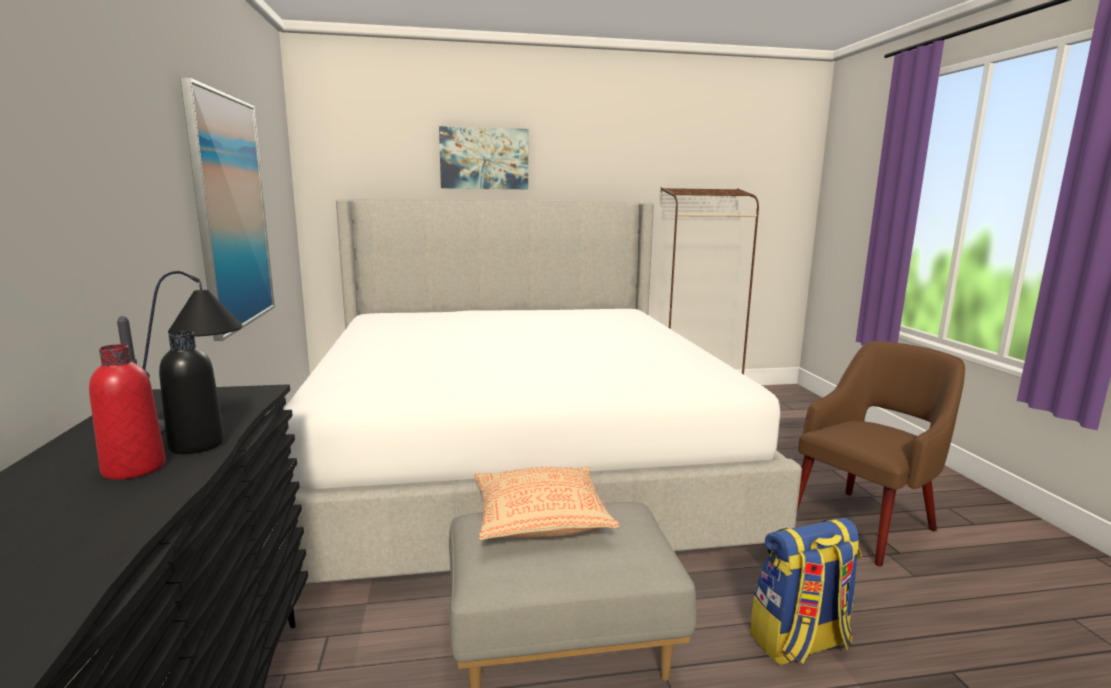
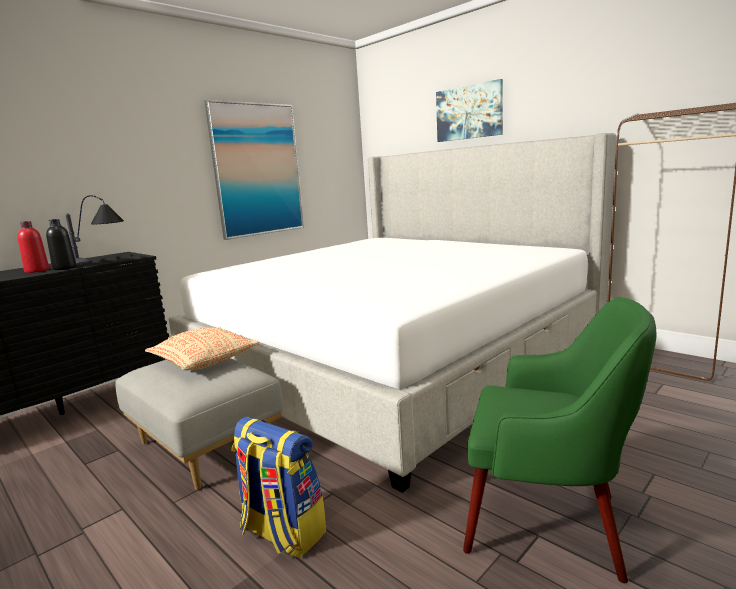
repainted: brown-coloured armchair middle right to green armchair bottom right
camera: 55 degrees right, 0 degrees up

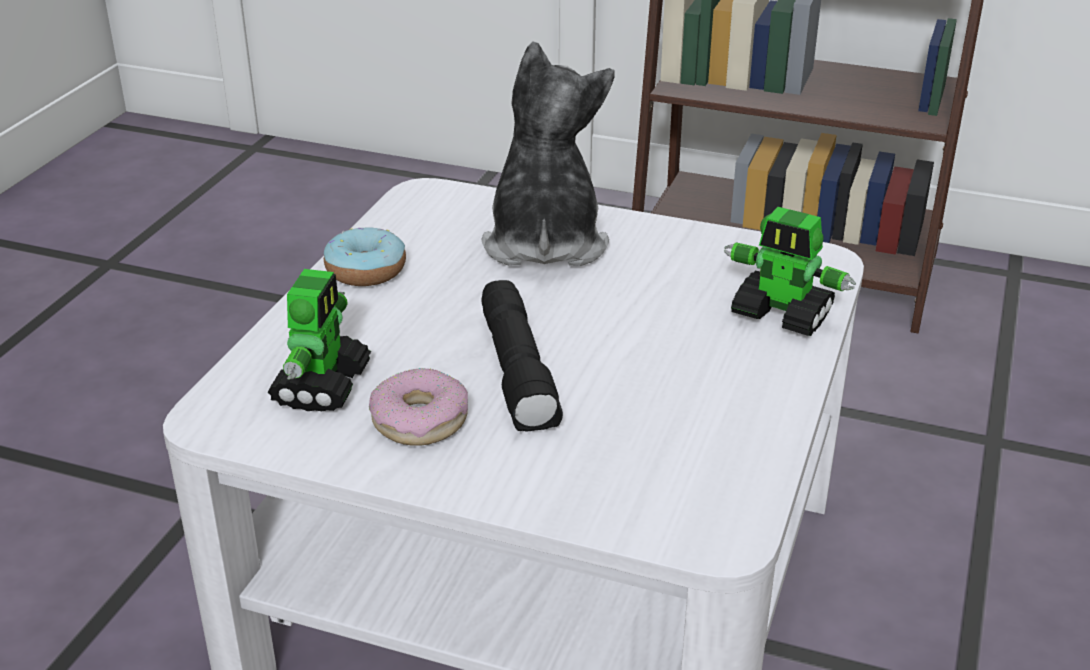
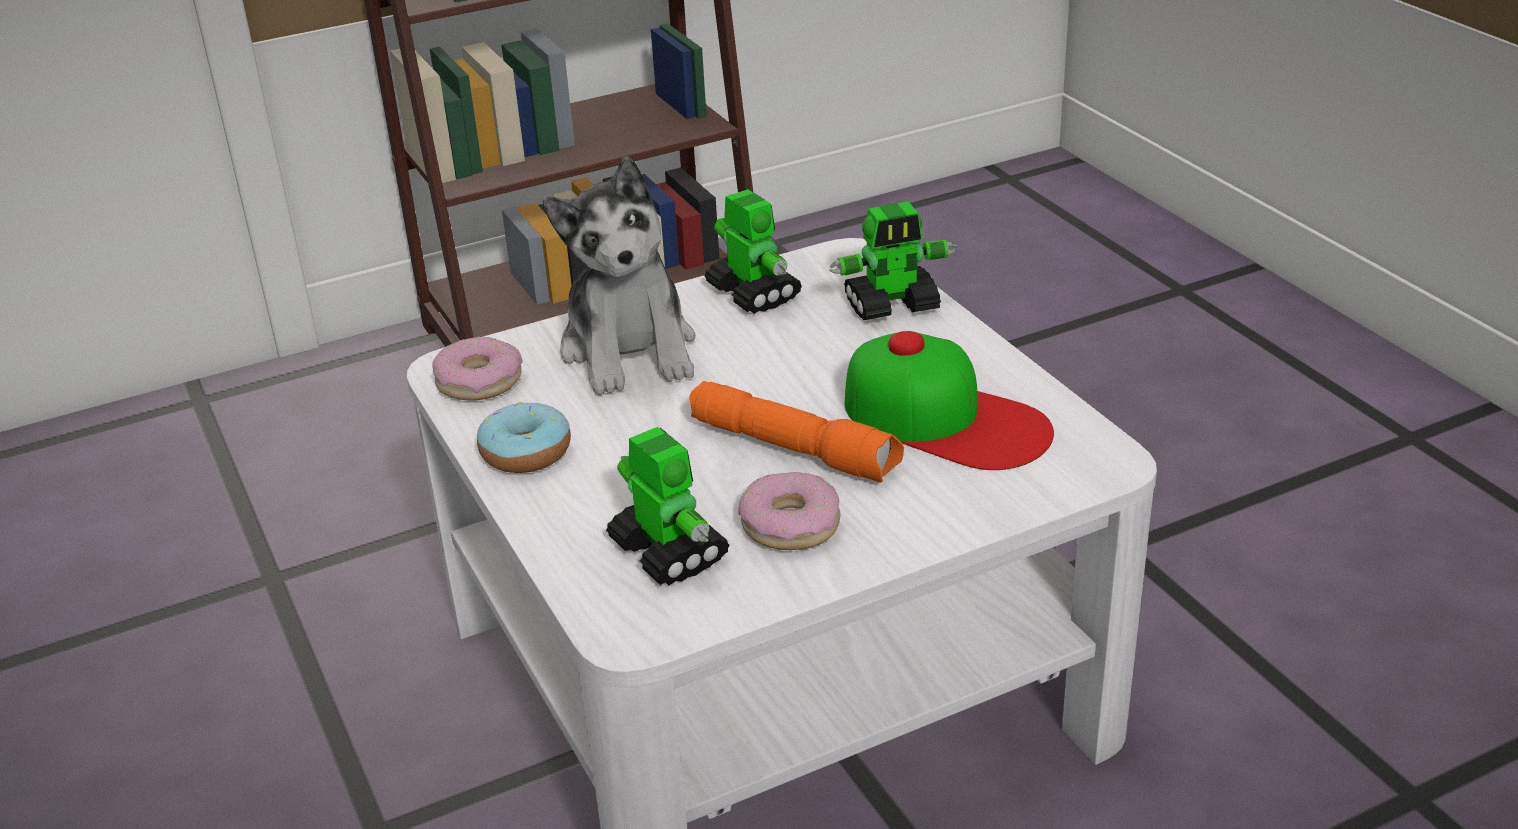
new: ring doughnut (no. 1 from left) middle left; robot figure (no. 2 from left) top centre; peaked cap centre
repainted: black-coloured flashlight centre to orangey flashlight centre
rotated: plush toy top centre = top centre 150 degrees counterclockwise
camera: 45 degrees left, 0 degrees up

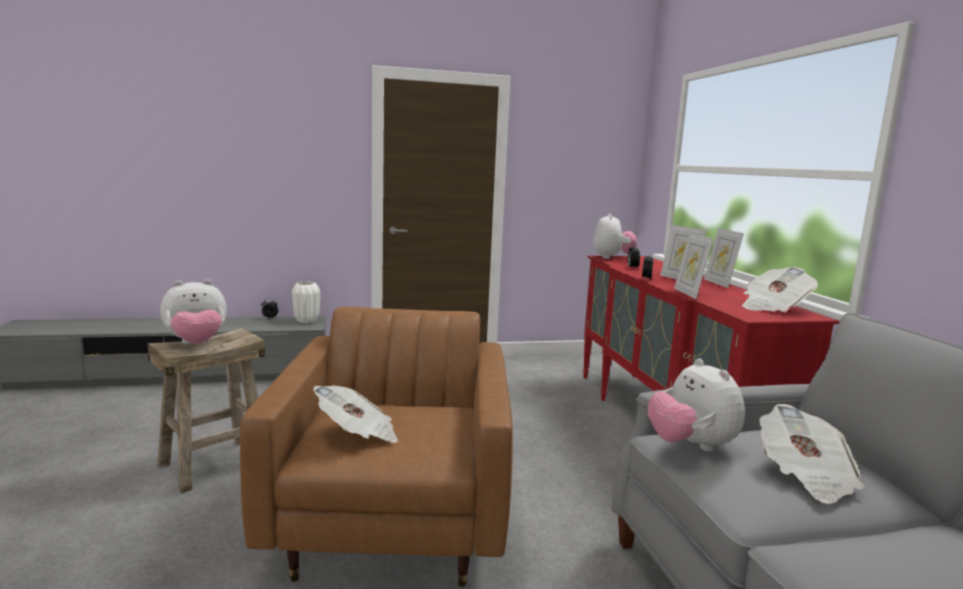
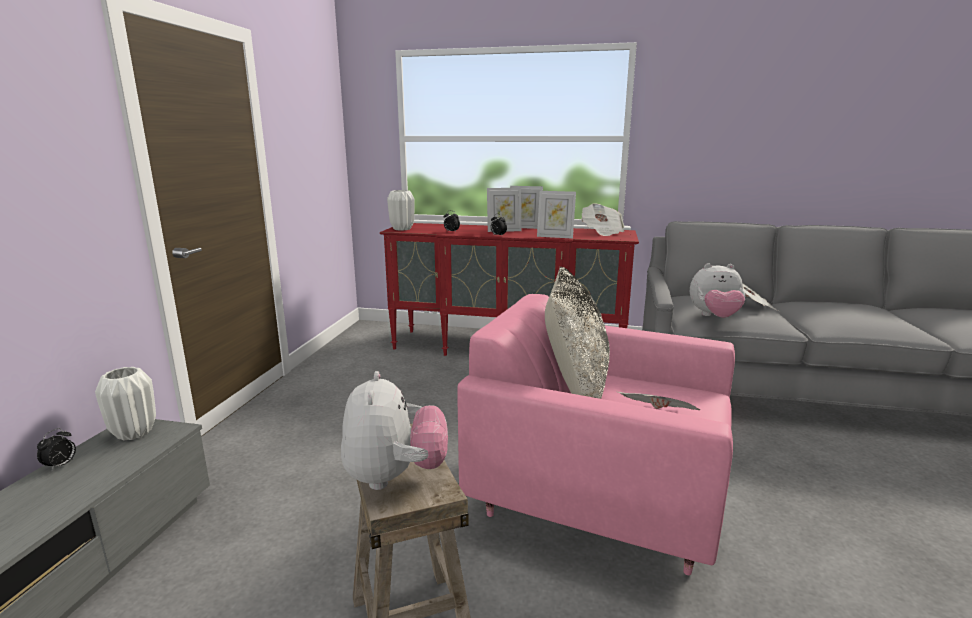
new: sand-coloured cushion centre
swapped: plush toy (no. 2 from left) centre to white flower vase (no. 2 from left) centre
repainted: brown-coloured armchair bottom centre to pink-coloured armchair bottom centre
camera: 65 degrees left, 5 degrees up

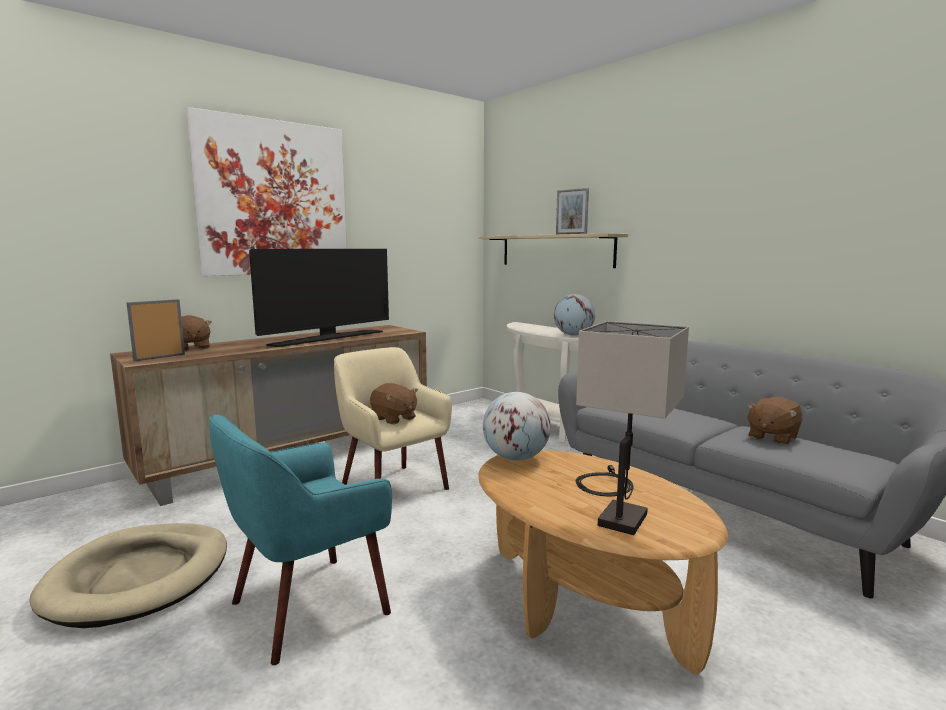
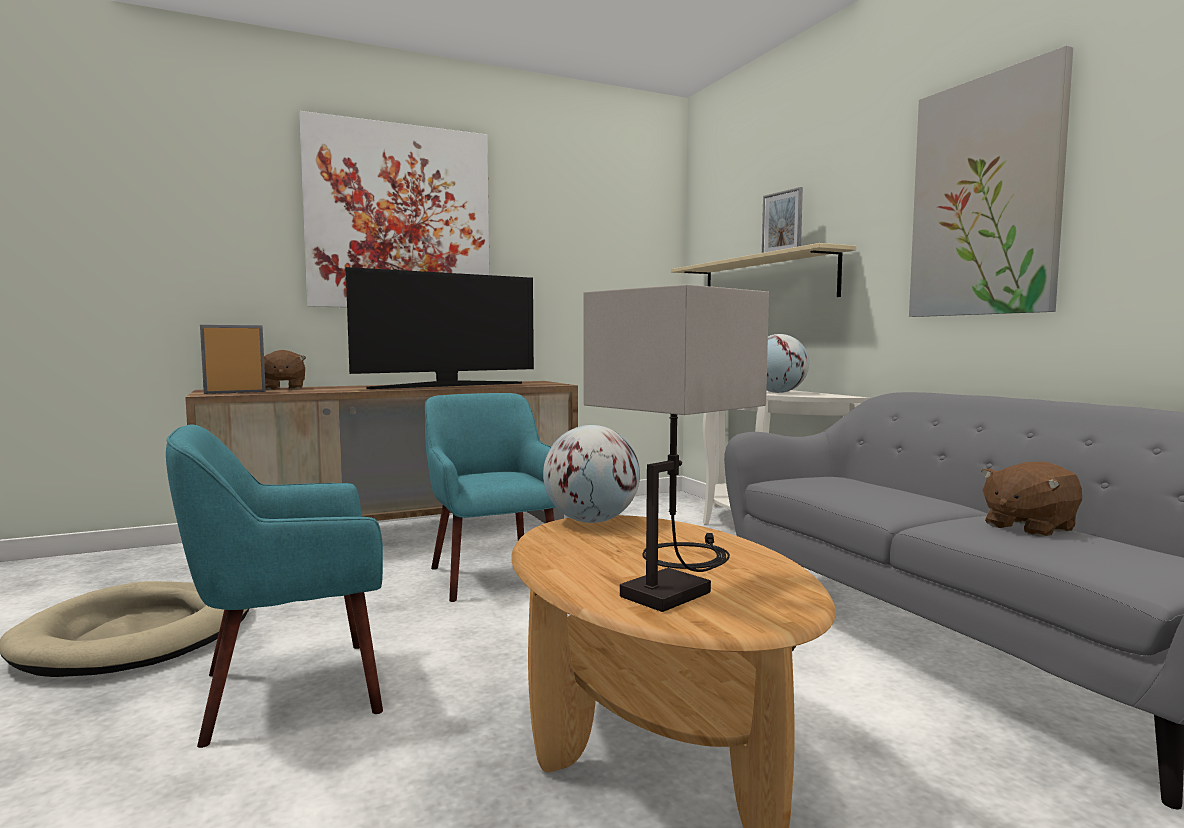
gone: brown-coloured plush toy (no. 2 from left) centre
new: wall picture (no. 2 from left) top right
repainted: sand-coloured armchair centre to turquoise armchair (no. 2 from left) centre
camera: 15 degrees right, 5 degrees down

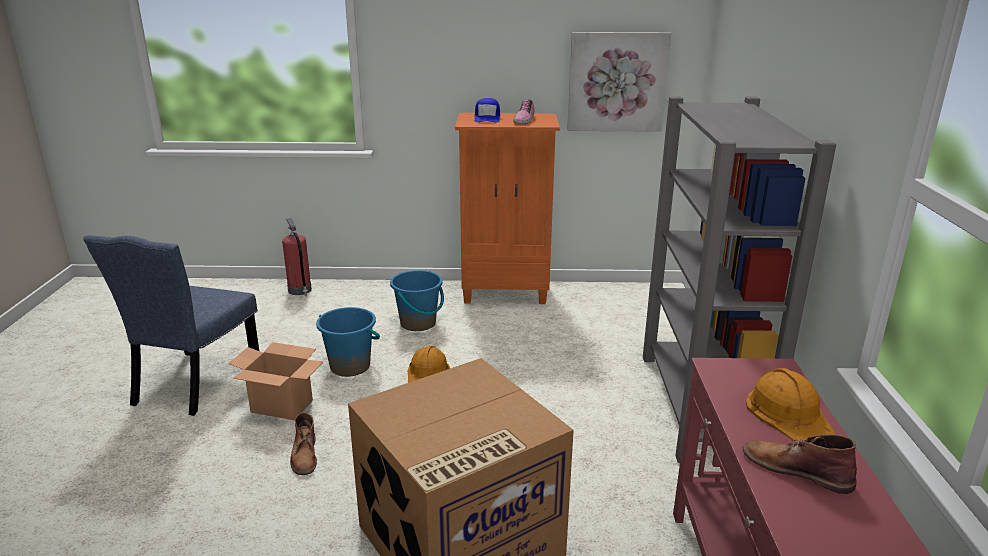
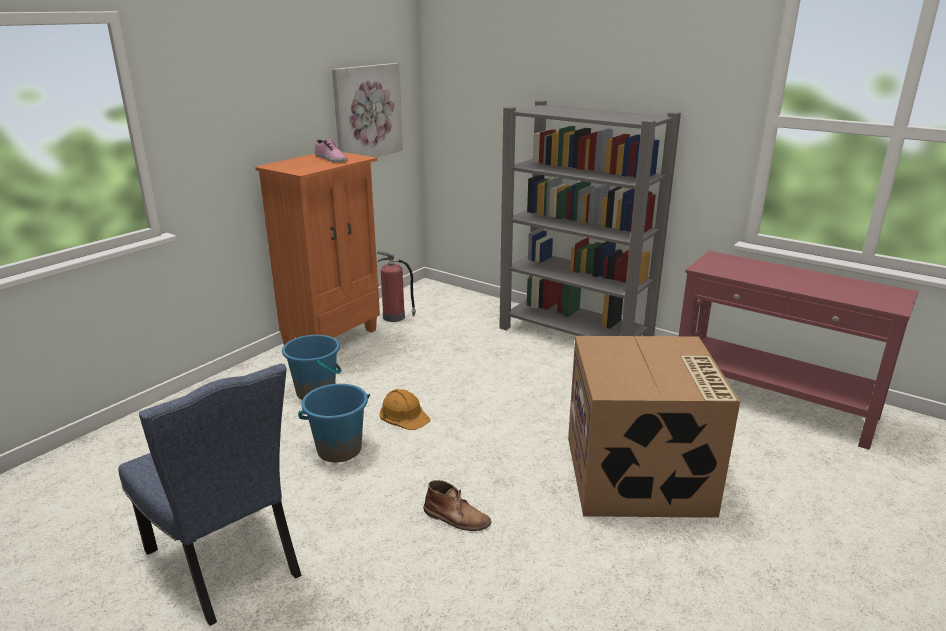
gone: cardboard box (no. 1 from left) bottom left; blue peaked cap top centre; brown-coloured high-top boot (no. 2 from left) bottom right; orangey safety helmet (no. 2 from left) bottom right
shifted: extinguisher middle left to centre
camera: 55 degrees left, 0 degrees up

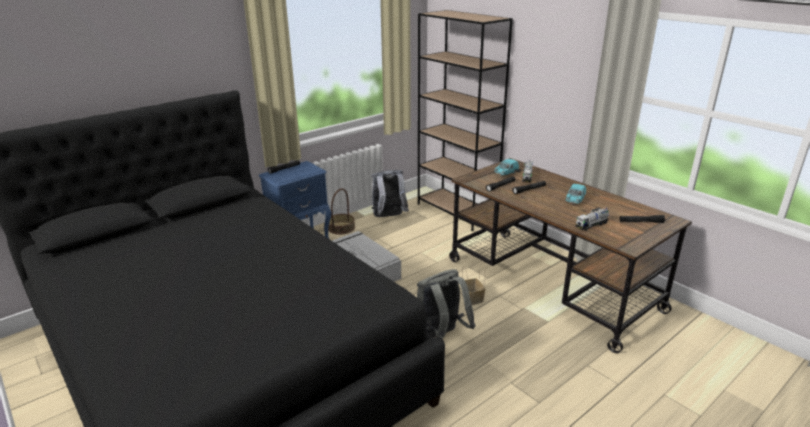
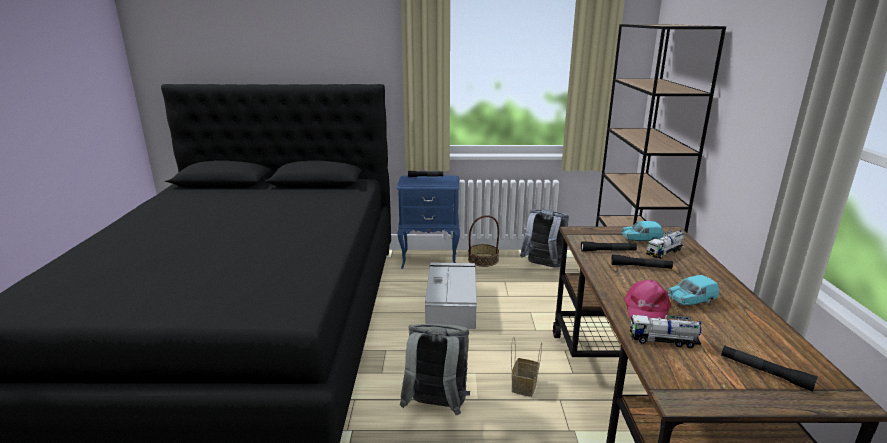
new: pink-coloured peaked cap bottom right
camera: 40 degrees right, 5 degrees down

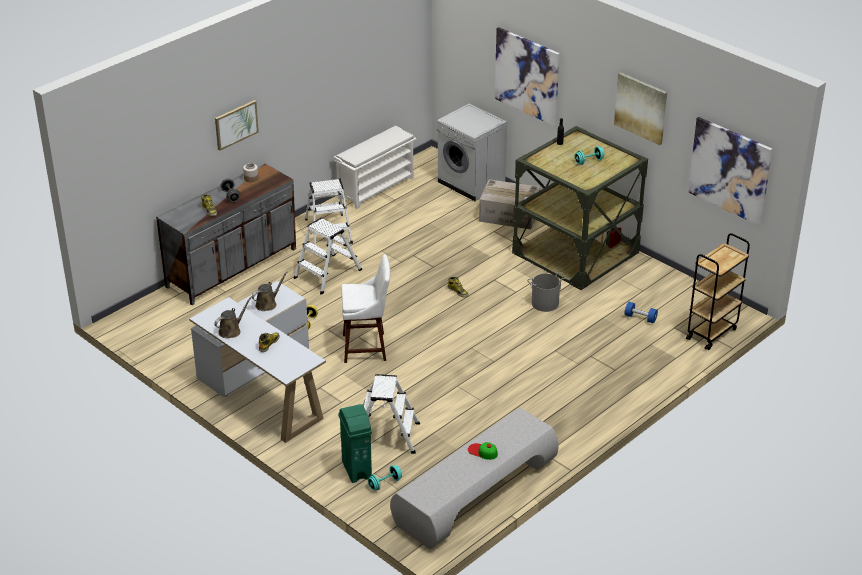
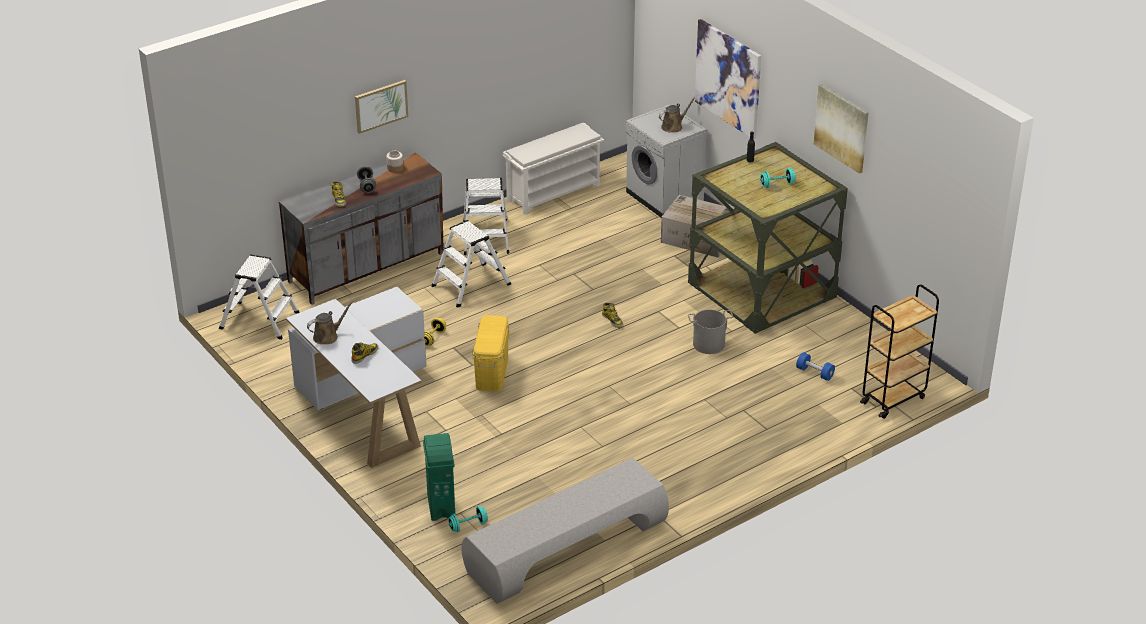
gone: peaked cap bottom centre; wall picture (no. 4 from left) top right
shifted: brown-coloured sprinkling can (no. 2 from left) middle left to top centre; white step ladder (no. 3 from left in the first image) bottom centre to white step ladder (no. 1 from left) middle left
swapped: white plain chair centre to yellow-coloured storage box centre
camera: 10 degrees right, 0 degrees up

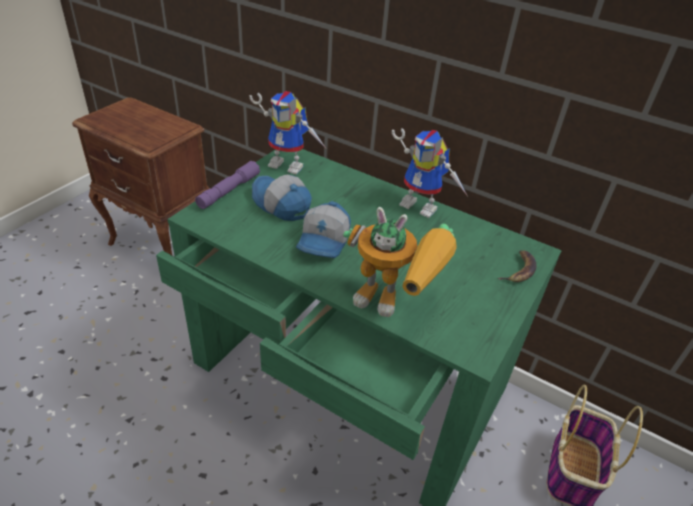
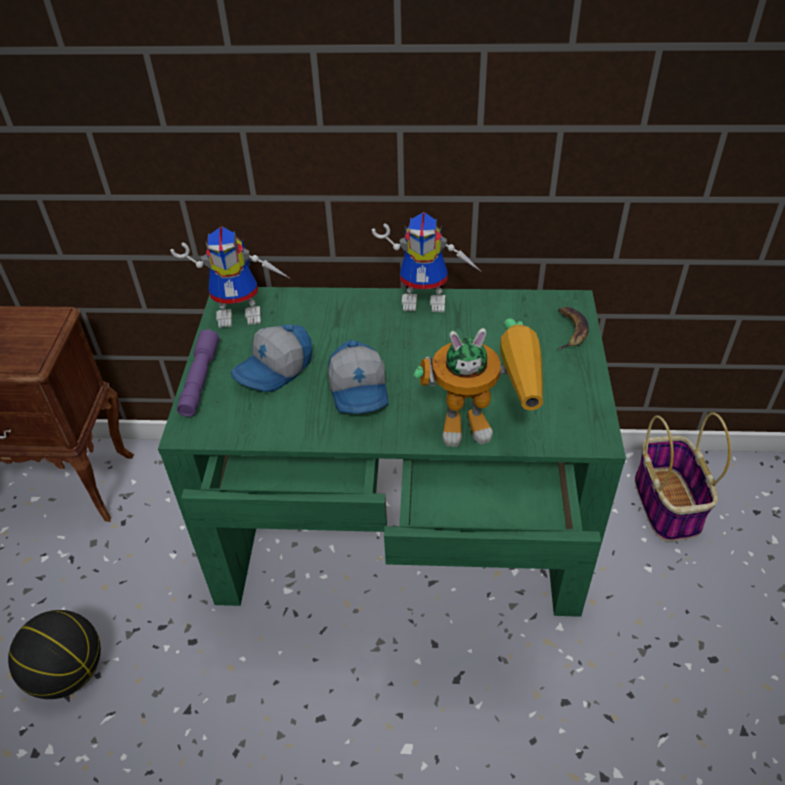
new: ball for basketball bottom left
rotated: peaked cap (no. 1 from left) centre = centre 60 degrees counterclockwise
camera: 25 degrees left, 5 degrees up

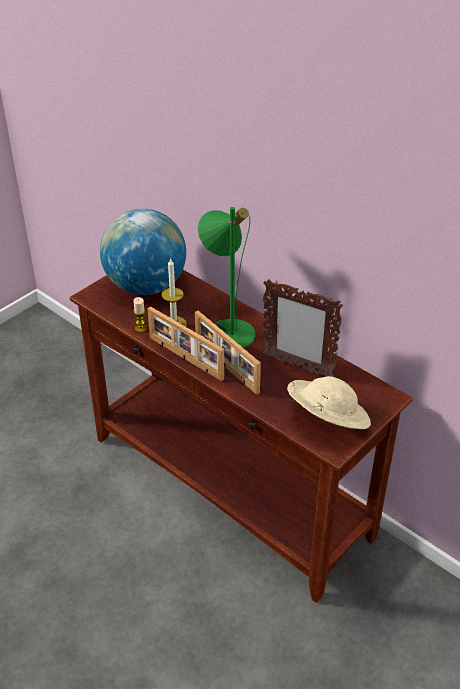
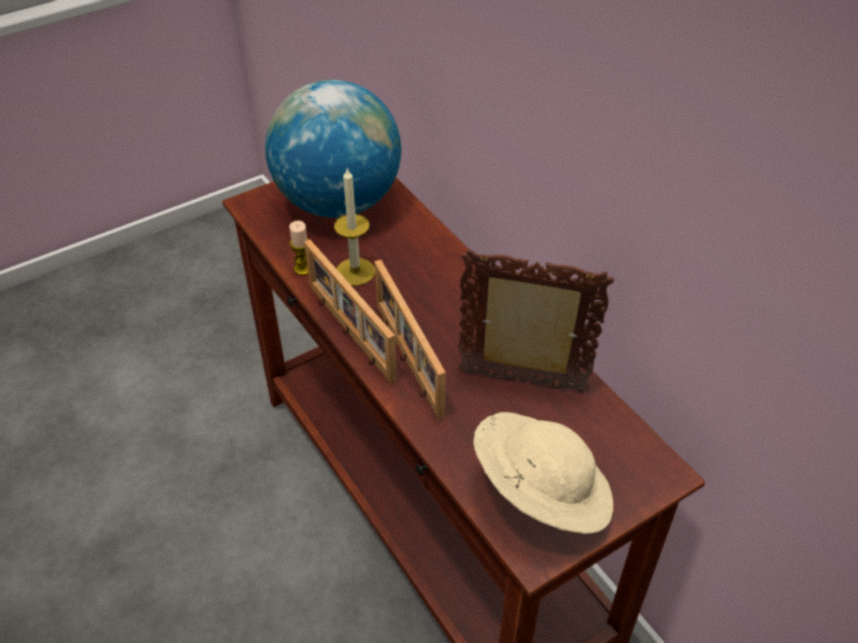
gone: green tabletop lamp centre
rotated: photo frame (no. 3 from left) centre = centre 150 degrees clockwise
camera: 15 degrees right, 5 degrees up

